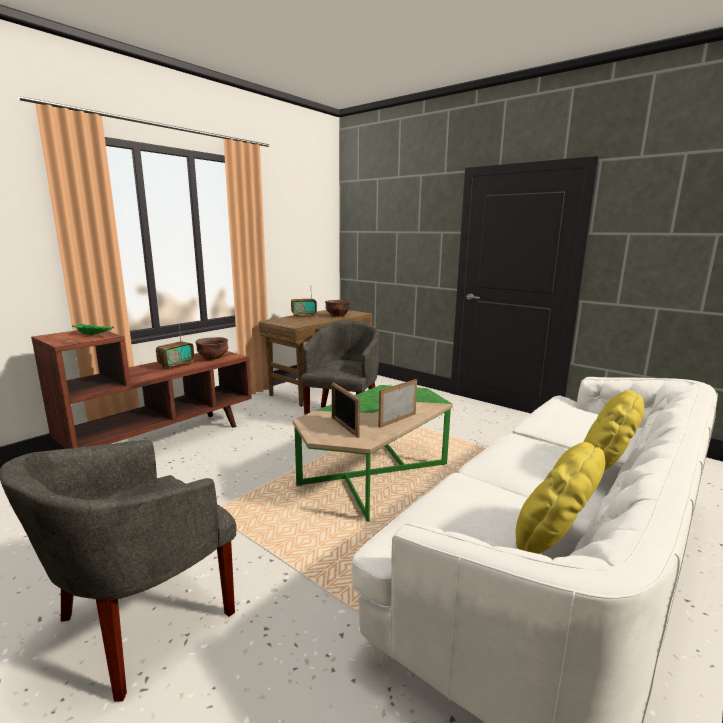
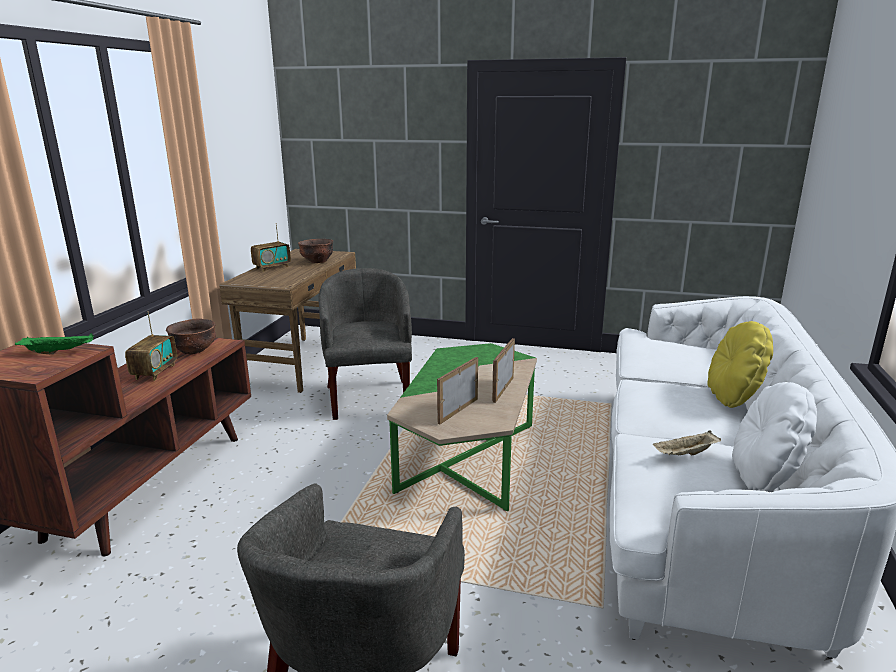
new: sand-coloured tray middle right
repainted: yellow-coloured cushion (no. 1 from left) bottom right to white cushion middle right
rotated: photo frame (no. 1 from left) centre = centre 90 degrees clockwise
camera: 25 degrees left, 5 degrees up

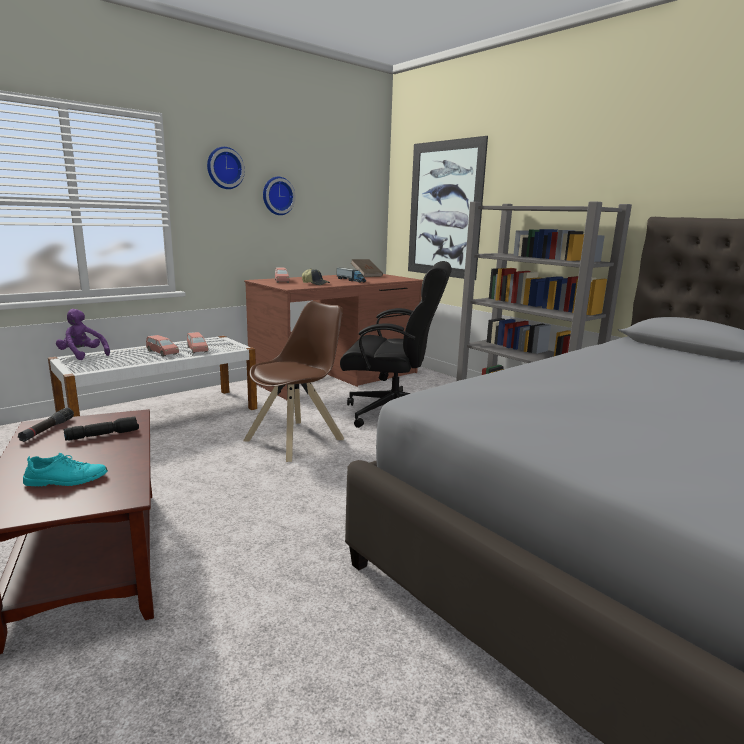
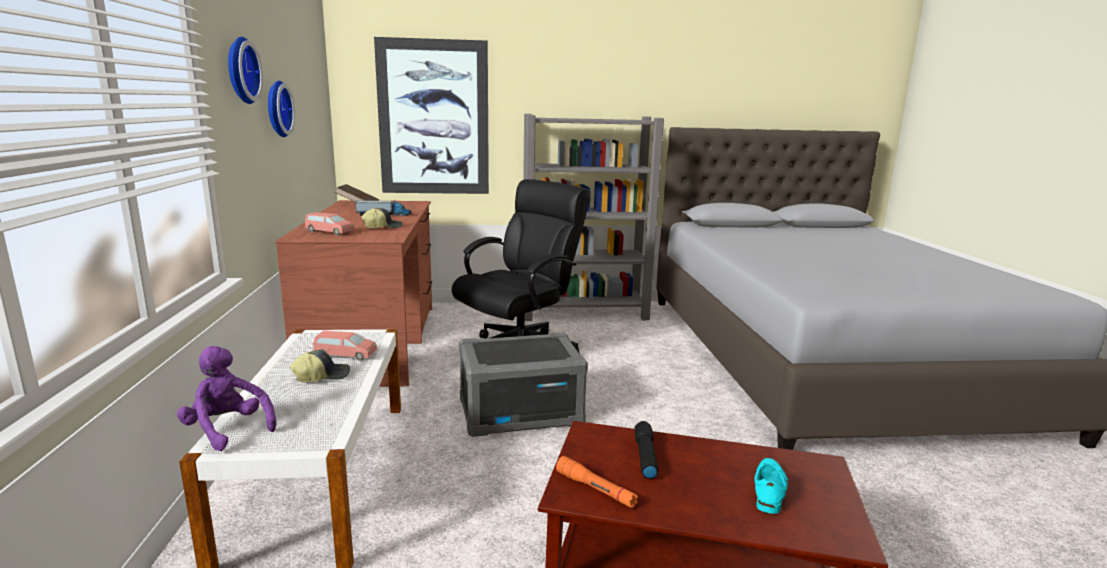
swapped: pink-coloured model car (no. 1 from left) middle left to peaked cap (no. 1 from left) middle left; brown-coloured plain chair centre to gray storage box bottom centre
repainted: black-coloured flashlight (no. 1 from left) middle left to orangey flashlight bottom centre
rotated: purple-coloured plush toy middle left = bottom left 60 degrees clockwise
camera: 55 degrees left, 0 degrees up

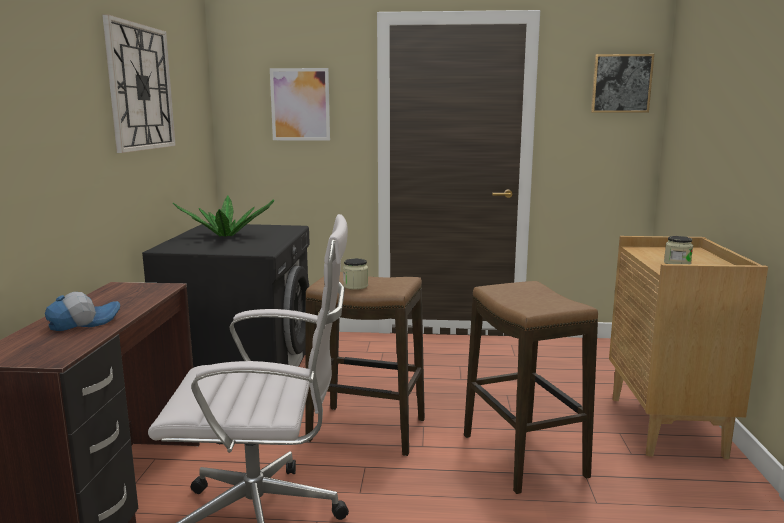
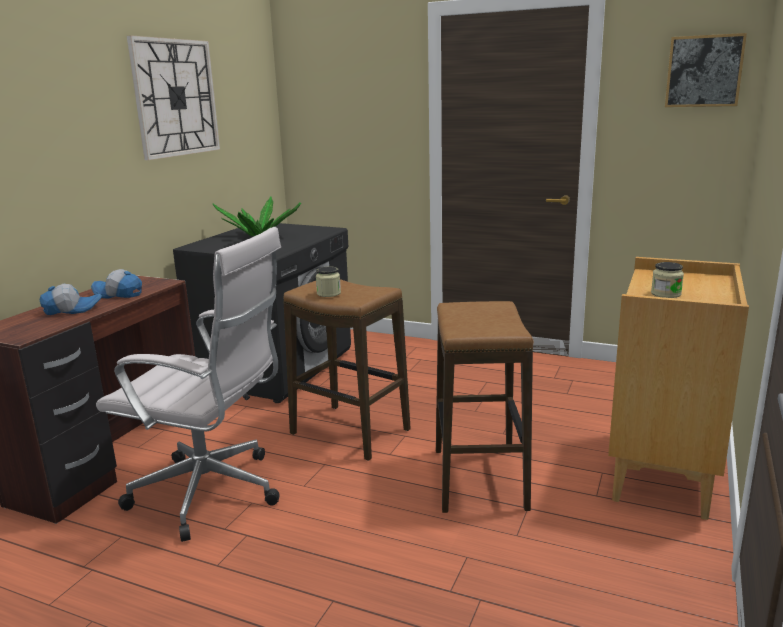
gone: wall picture (no. 1 from left) top centre
new: peaked cap (no. 2 from left) middle left
camera: 20 degrees right, 5 degrees up

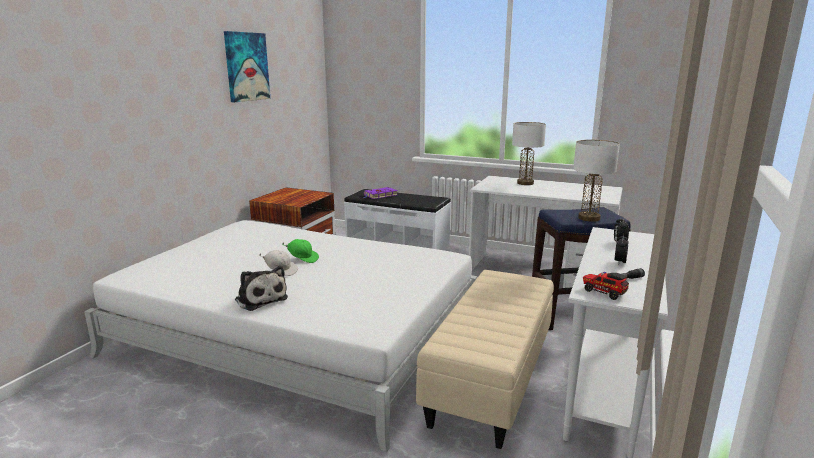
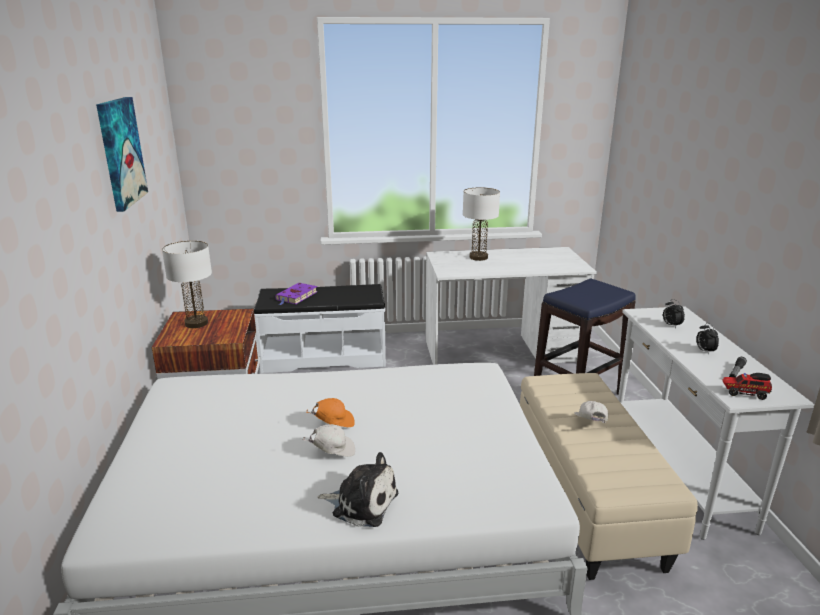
new: white peaked cap (no. 2 from left) bottom right
shifted: tabletop lamp (no. 2 from left in the first image) middle right to tabletop lamp (no. 1 from left) middle left
repainted: green peaked cap centre to orangey peaked cap bottom centre
camera: 30 degrees left, 5 degrees up

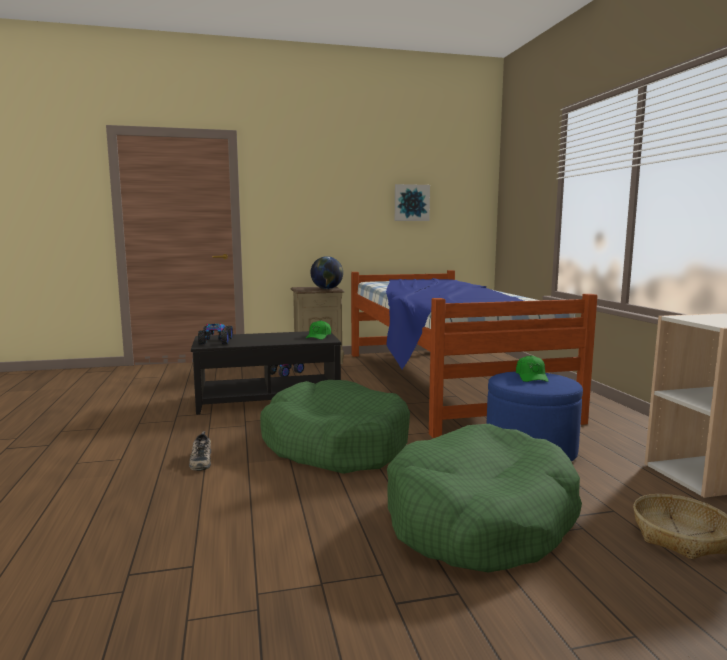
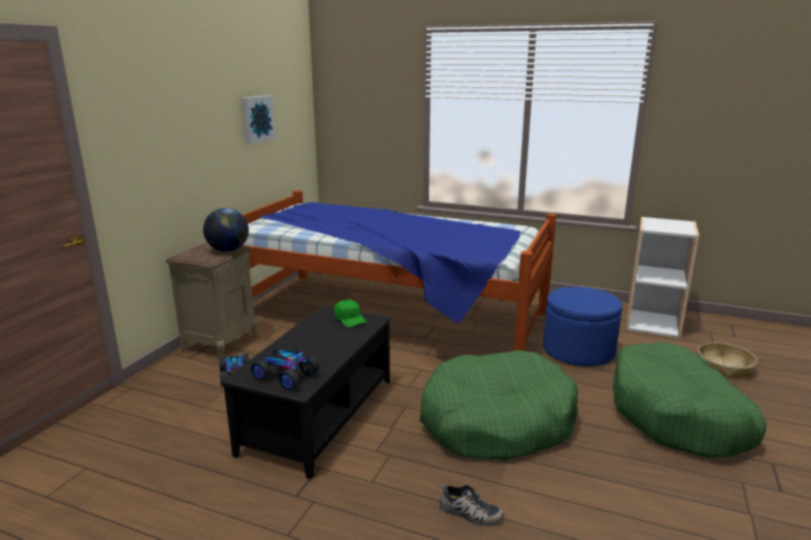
gone: green peaked cap (no. 2 from left) middle right
camera: 55 degrees left, 10 degrees up

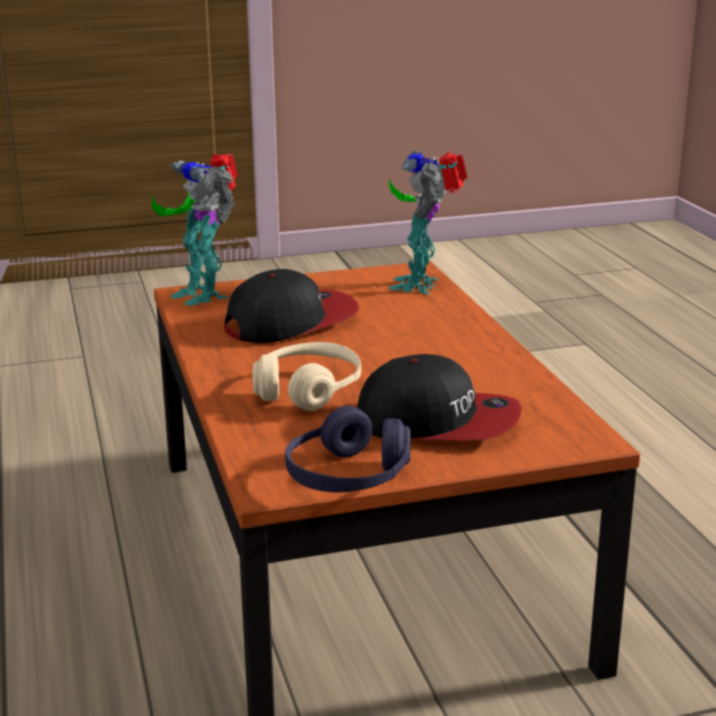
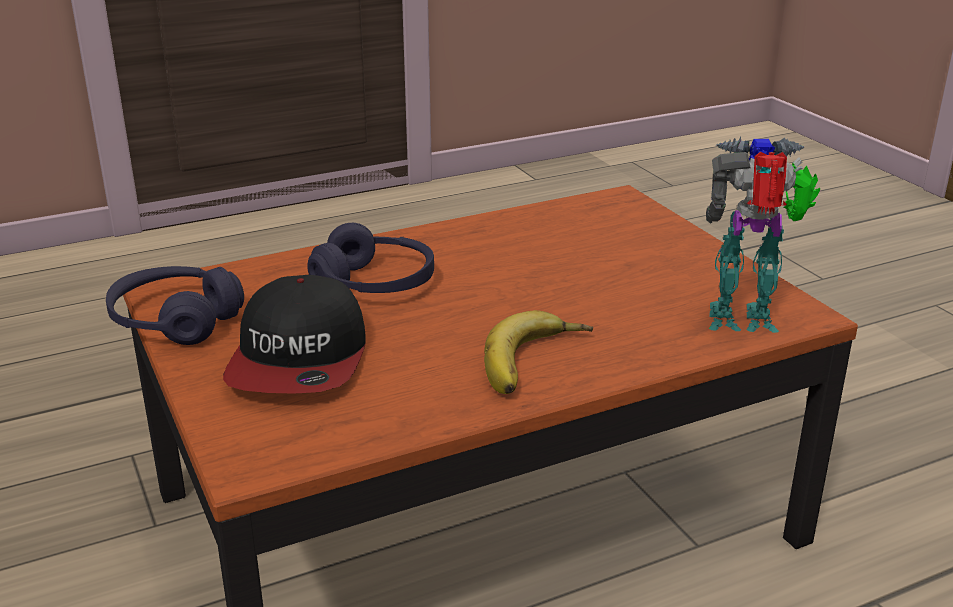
gone: robot figure (no. 1 from left) top left; peaked cap (no. 1 from left) centre
new: banana fruit centre
repainted: sand-coloured pair of headphones centre to purple-coloured pair of headphones (no. 2 from left) centre
camera: 80 degrees right, 5 degrees up

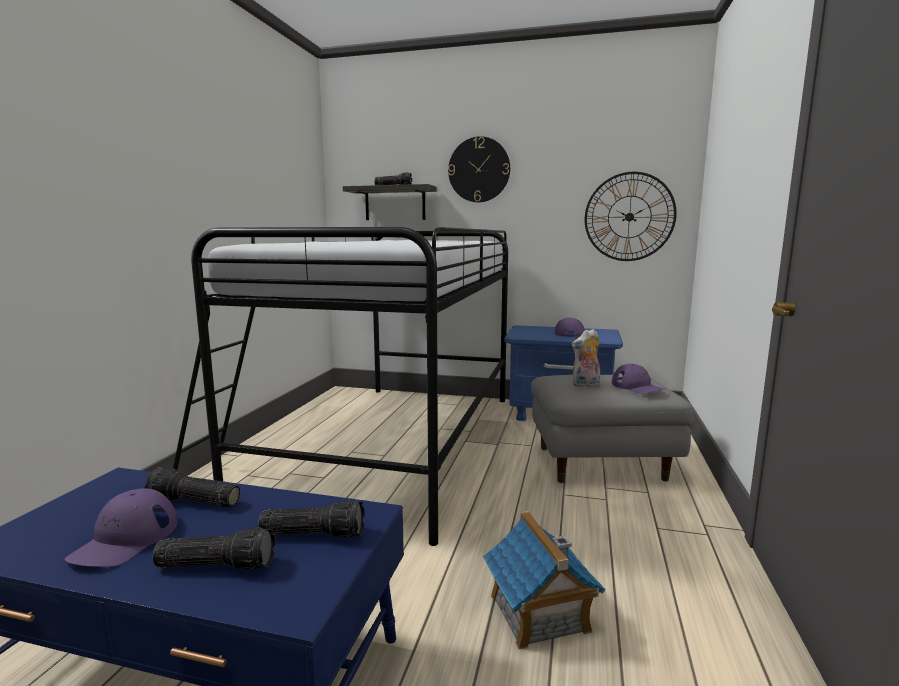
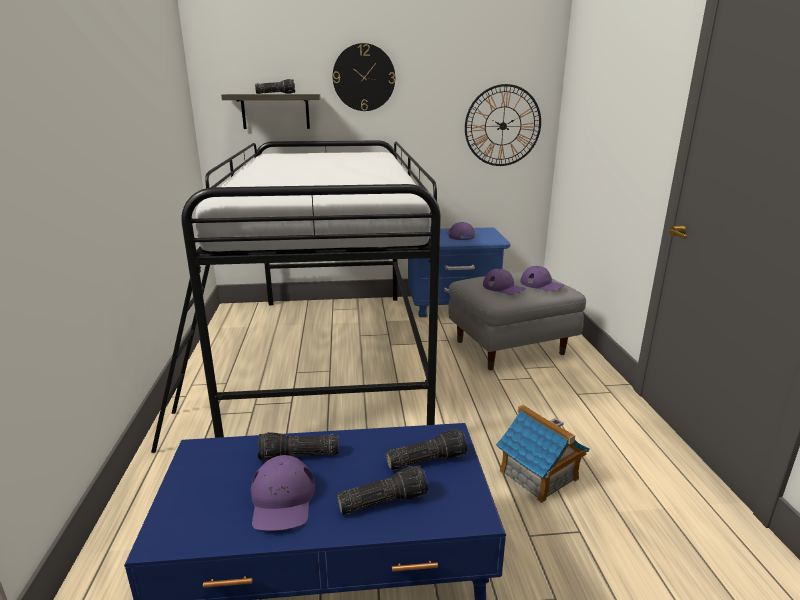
swapped: plush toy centre to purple-coloured peaked cap (no. 3 from left) centre
camera: 20 degrees left, 10 degrees up

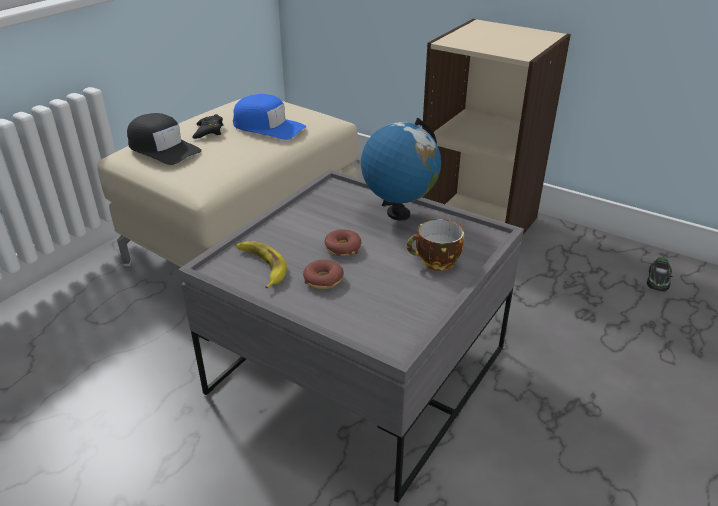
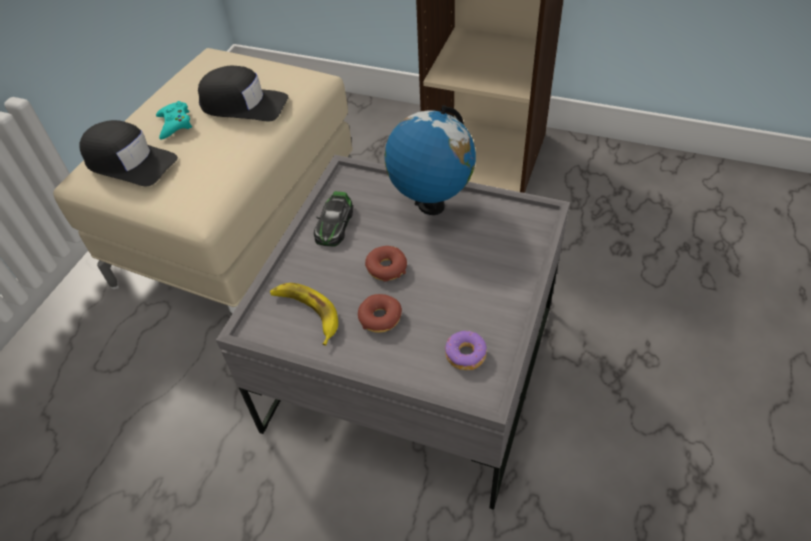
gone: drinking cup centre
new: ring doughnut (no. 3 from left) centre
shifted: model car middle right to centre
repainted: black-coloured gamepad top left to turquoise gamepad top left; blue peaked cap top centre to black-coloured peaked cap (no. 2 from left) top left
camera: 10 degrees left, 15 degrees up

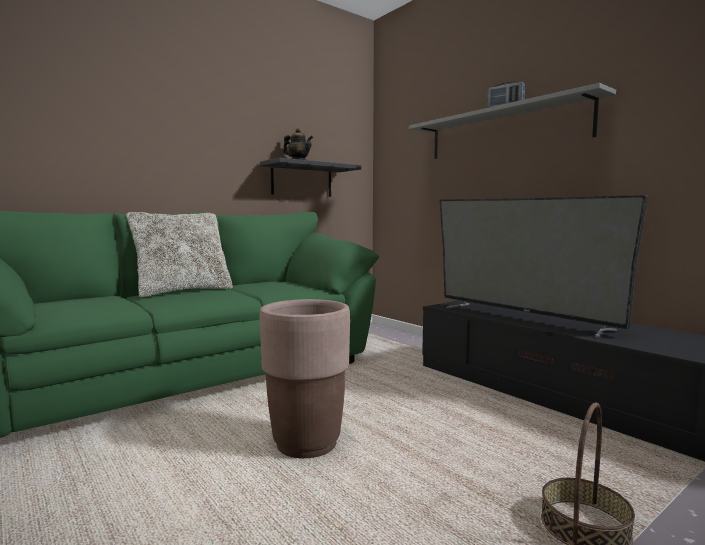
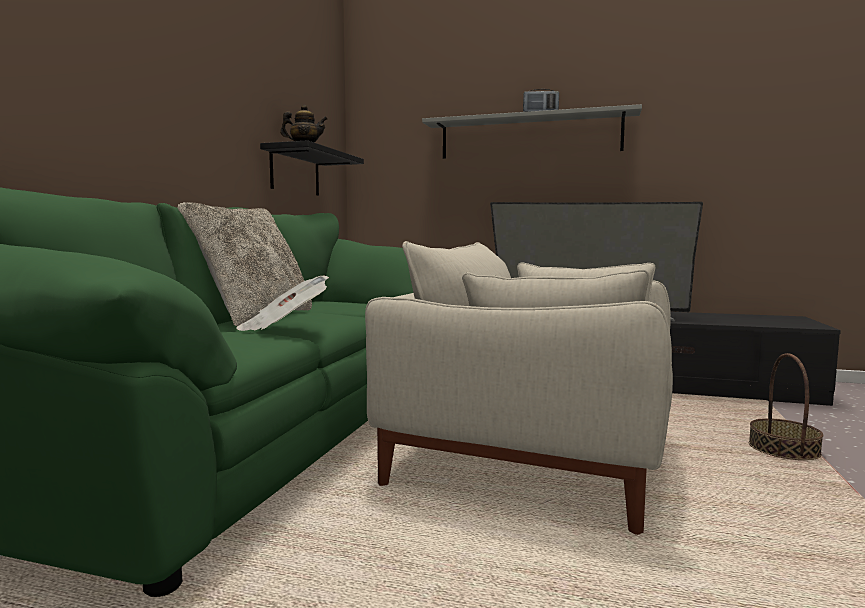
new: daily paper middle left
swapped: brown-coloured plant pot bottom centre to sand-coloured armchair centre
camera: 35 degrees left, 0 degrees up

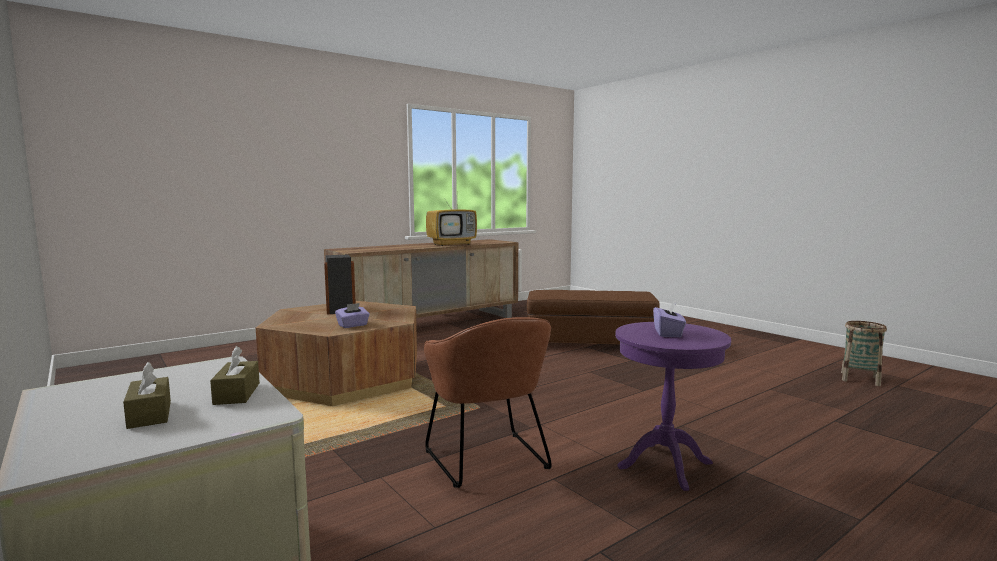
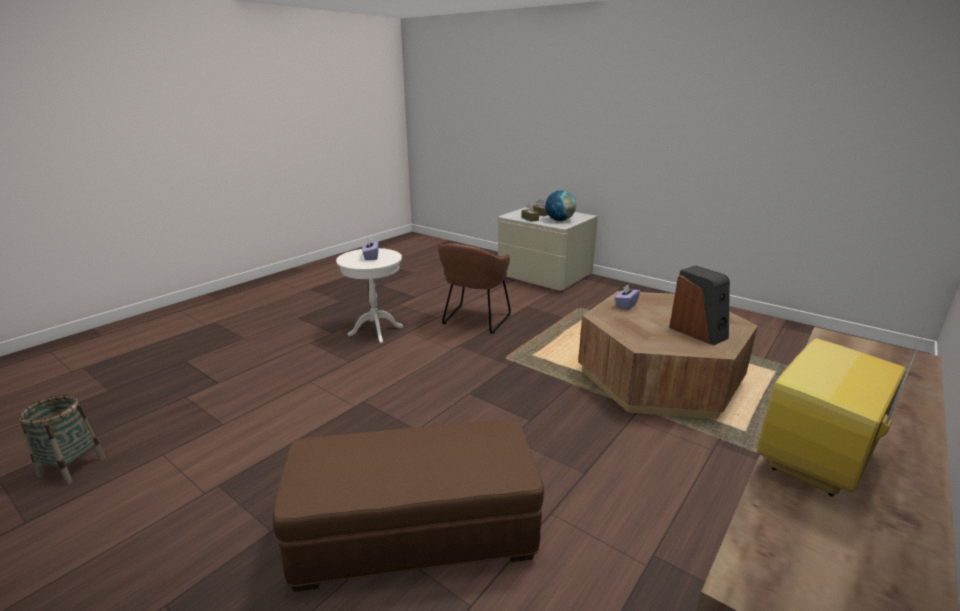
new: desk globe centre
repainted: purple-coloured side table bottom right to white side table centre
rotated: brown-coloured armchair bottom centre = centre 120 degrees counterclockwise
camera: 165 degrees right, 15 degrees up

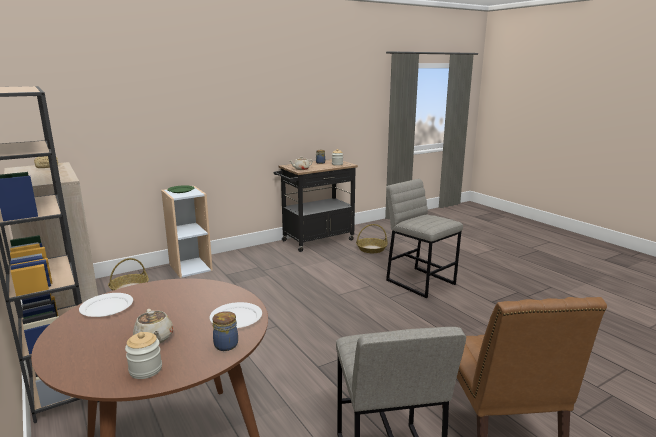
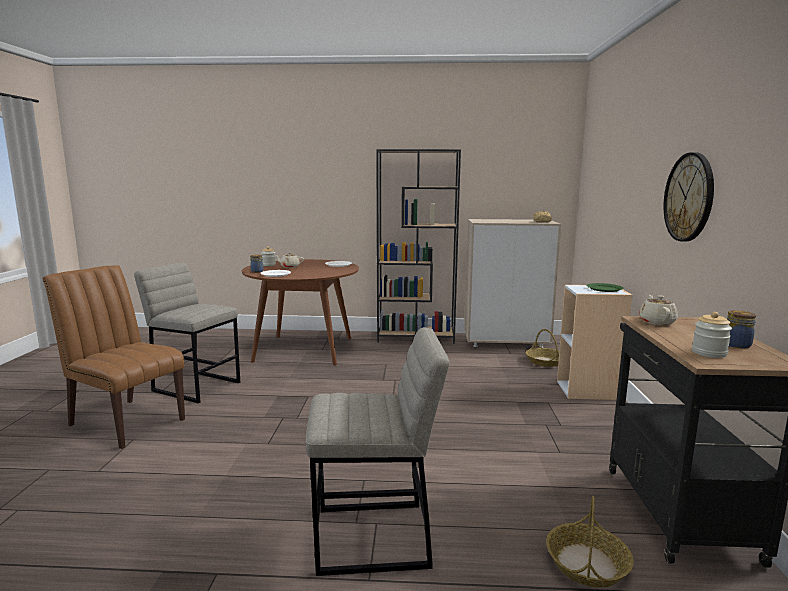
new: hanging clock middle right
camera: 125 degrees right, 5 degrees down

